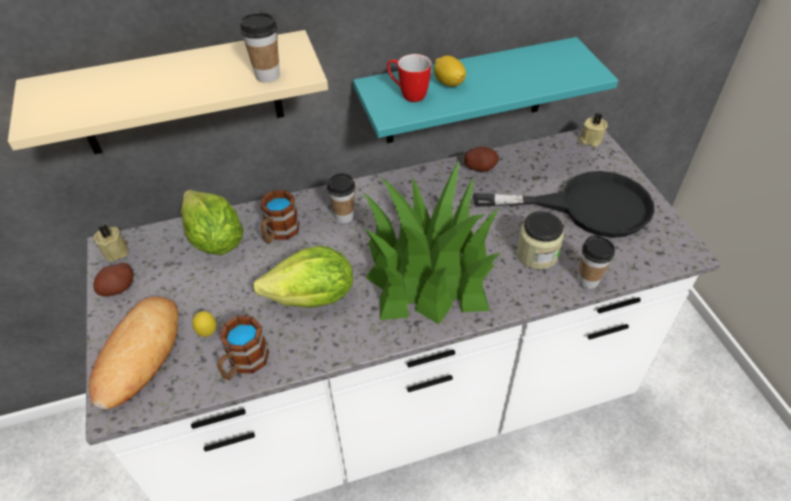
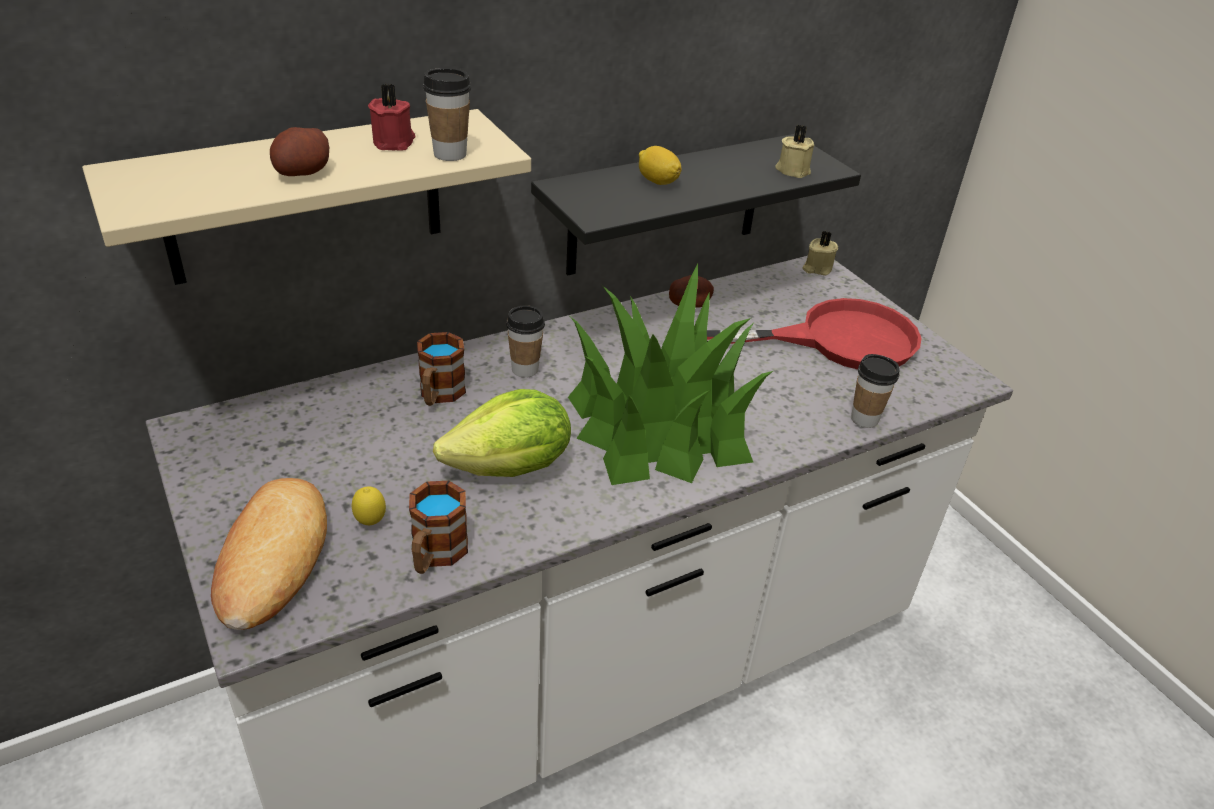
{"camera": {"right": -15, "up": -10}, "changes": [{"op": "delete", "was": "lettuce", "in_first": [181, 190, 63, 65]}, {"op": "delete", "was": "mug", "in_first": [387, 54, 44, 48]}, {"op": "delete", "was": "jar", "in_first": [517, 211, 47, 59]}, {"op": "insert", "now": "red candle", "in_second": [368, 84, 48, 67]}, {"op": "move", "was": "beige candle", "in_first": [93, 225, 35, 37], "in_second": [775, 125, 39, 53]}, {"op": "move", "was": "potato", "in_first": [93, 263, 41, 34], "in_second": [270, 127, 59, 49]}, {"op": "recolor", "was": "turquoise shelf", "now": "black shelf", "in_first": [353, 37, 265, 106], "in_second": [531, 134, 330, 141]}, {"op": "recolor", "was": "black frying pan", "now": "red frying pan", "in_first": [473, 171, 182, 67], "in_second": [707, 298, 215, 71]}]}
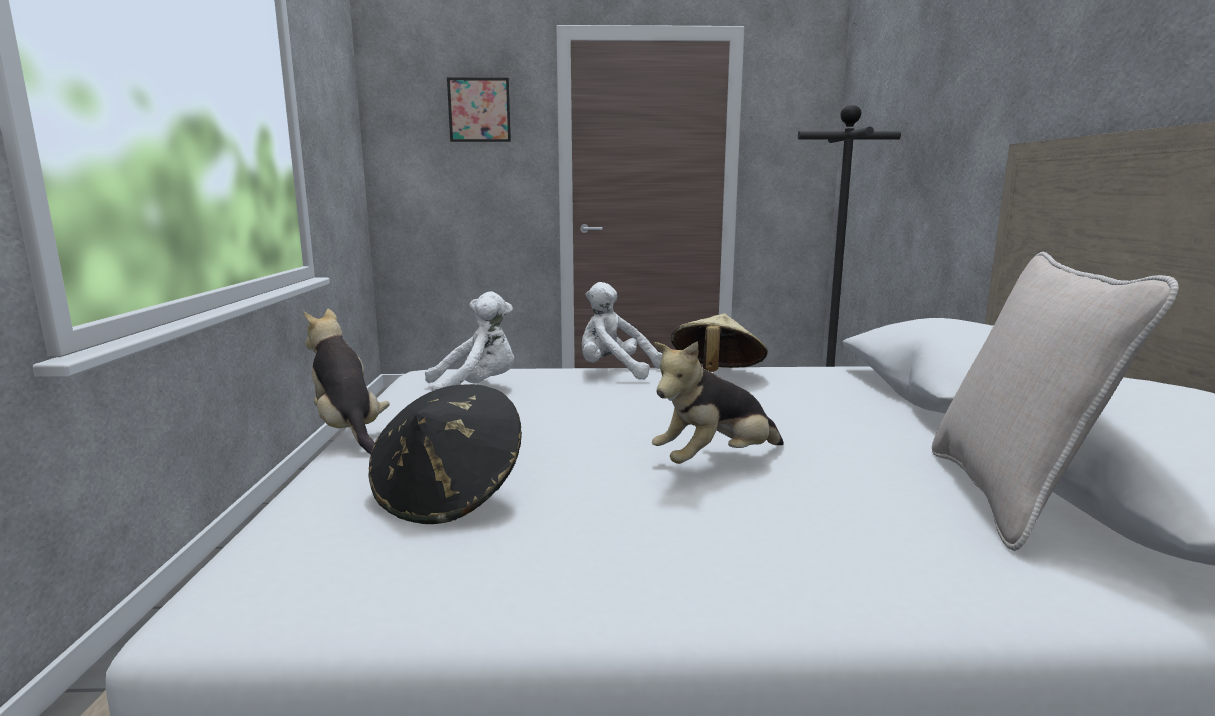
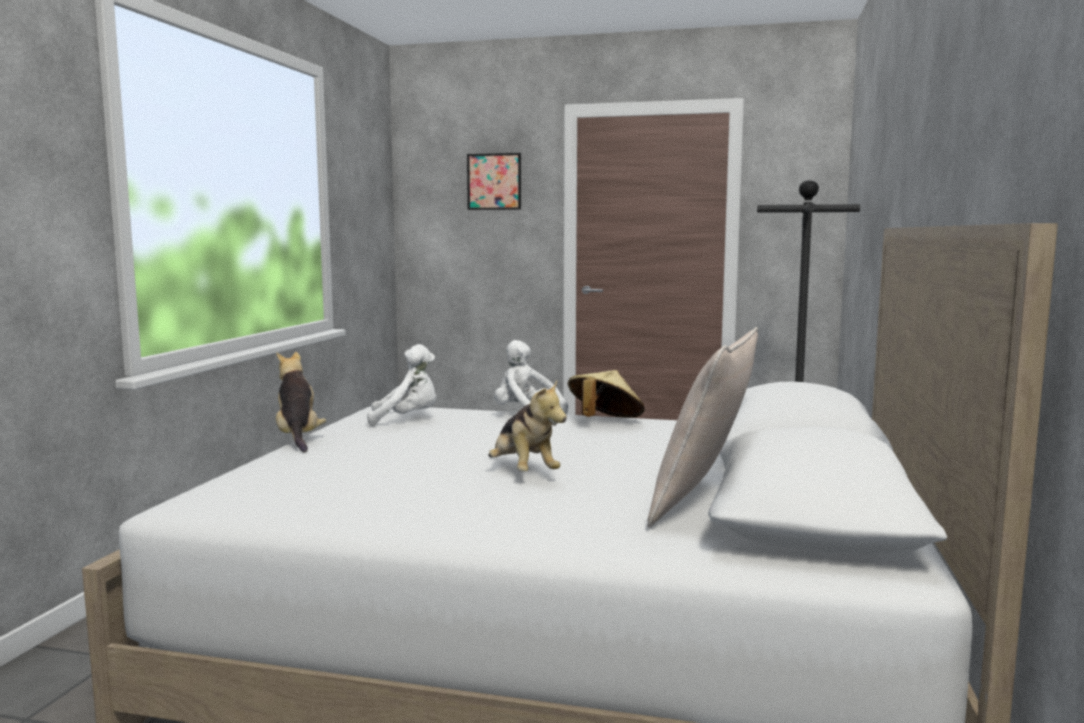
{"camera": {"right": 15, "up": -5}, "changes": [{"op": "delete", "was": "black hat", "in_first": [368, 384, 154, 140]}, {"op": "rotate", "was": "plush toy", "in_first": [652, 341, 132, 123], "in_second": [489, 381, 78, 90], "clockwise": -105}]}
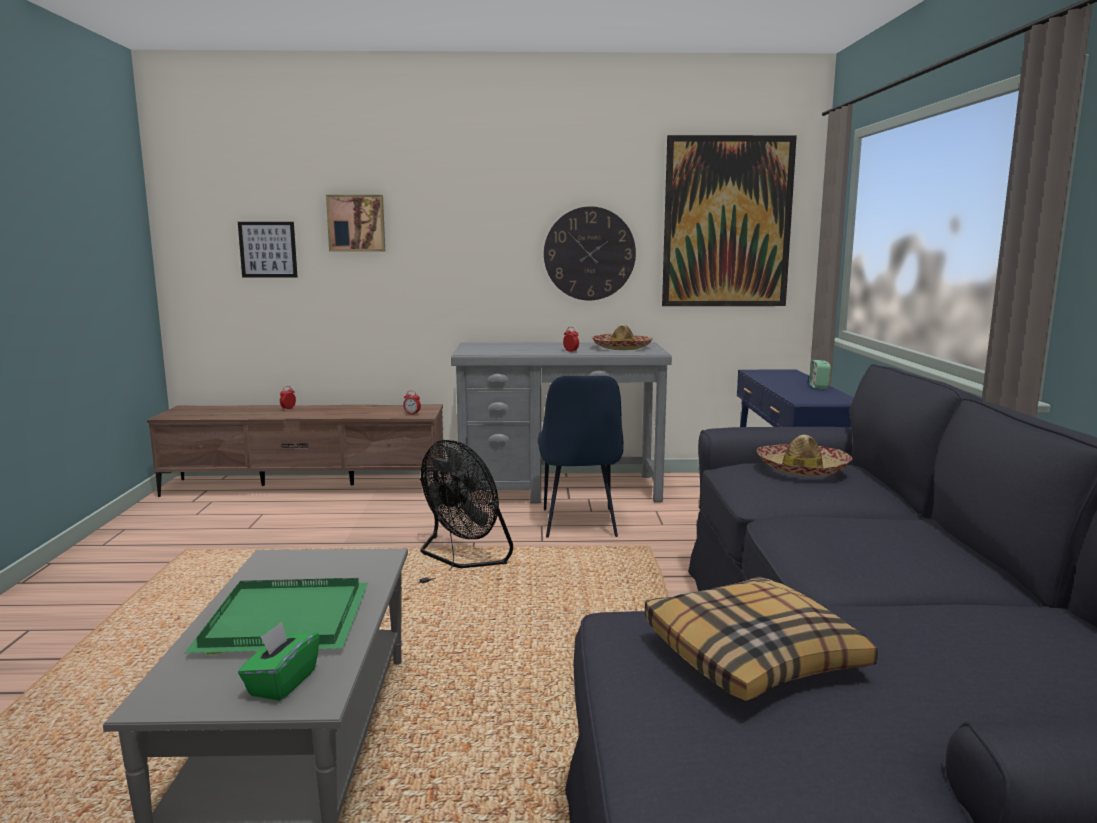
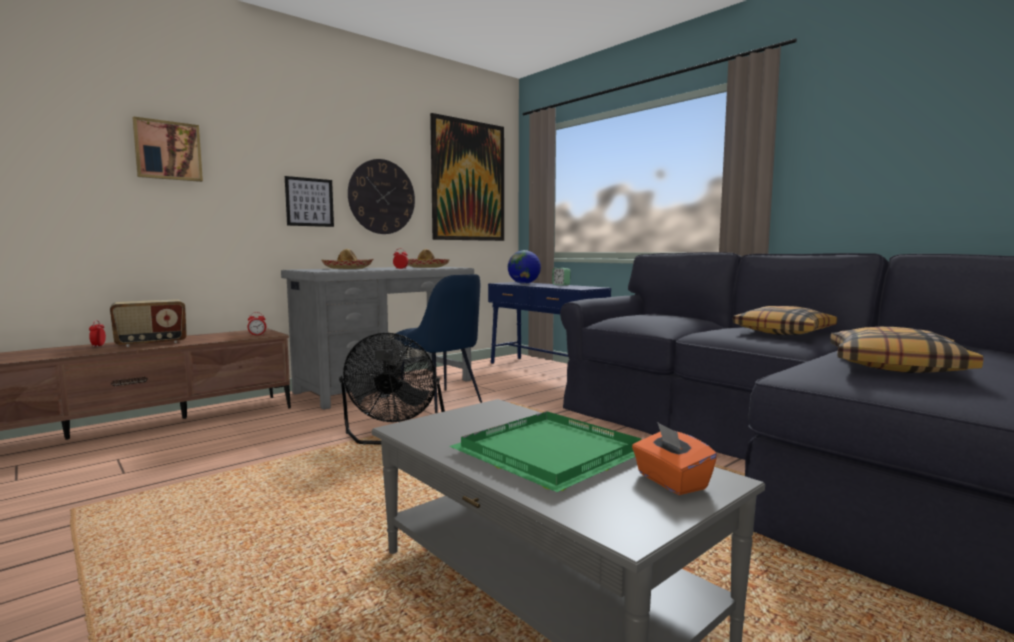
{"camera": {"right": -40, "up": -5}, "changes": [{"op": "insert", "now": "radio", "in_second": [110, 299, 77, 48]}, {"op": "insert", "now": "globe", "in_second": [508, 250, 33, 34]}, {"op": "insert", "now": "pillow", "in_second": [733, 306, 104, 29]}, {"op": "move", "was": "picture", "in_first": [238, 222, 60, 56], "in_second": [285, 176, 49, 51]}, {"op": "move", "was": "hat", "in_first": [757, 435, 96, 42], "in_second": [322, 249, 52, 20]}, {"op": "recolor", "was": "green tissue box", "now": "orange tissue box", "in_first": [238, 622, 82, 79], "in_second": [632, 422, 85, 73]}]}
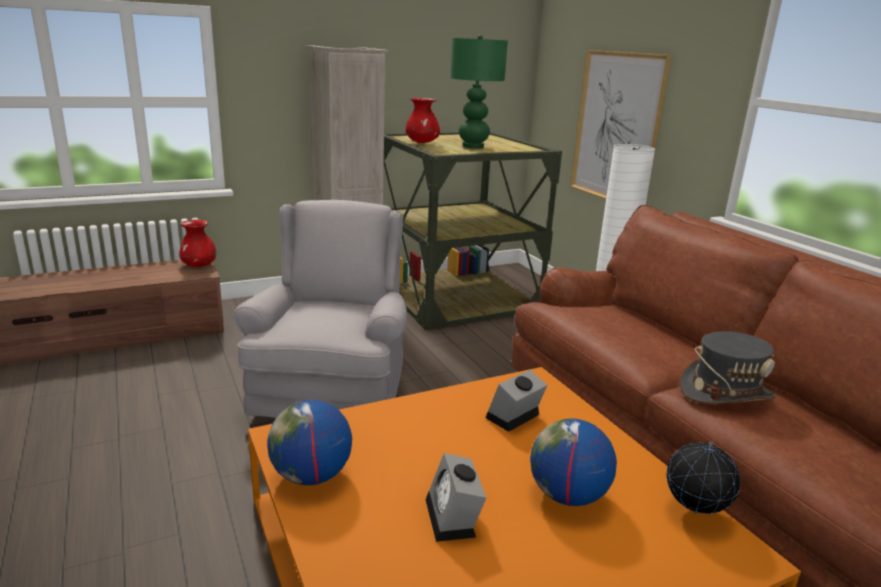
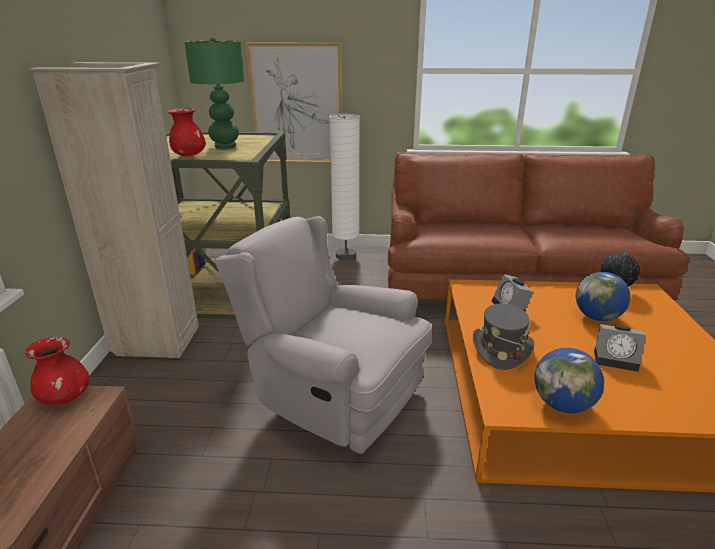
{"camera": {"right": -60, "up": 5}, "changes": [{"op": "move", "was": "grey hat", "in_first": [680, 331, 96, 73], "in_second": [473, 303, 61, 67]}]}
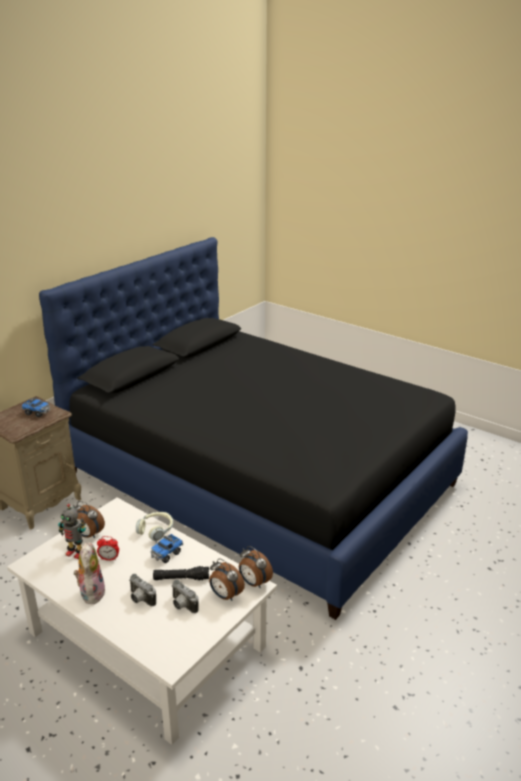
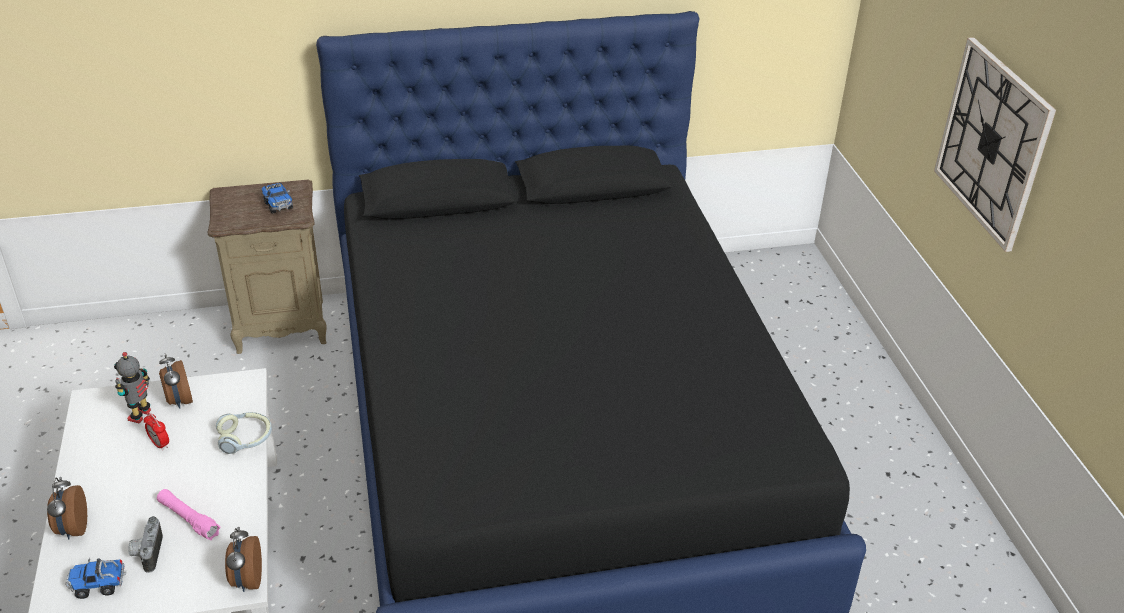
{"camera": {"right": 40, "up": 10}, "changes": [{"op": "delete", "was": "plush toy", "in_first": [74, 542, 32, 62]}, {"op": "delete", "was": "photo camera", "in_first": [129, 574, 27, 32]}, {"op": "insert", "now": "wall clock", "in_second": [934, 37, 122, 215]}, {"op": "move", "was": "toy truck", "in_first": [151, 534, 32, 29], "in_second": [66, 558, 60, 41]}, {"op": "move", "was": "alarm clock", "in_first": [209, 559, 36, 42], "in_second": [47, 477, 40, 63]}, {"op": "recolor", "was": "black flashlight", "now": "pink flashlight", "in_first": [153, 566, 56, 14], "in_second": [157, 489, 64, 51]}, {"op": "rotate", "was": "toy robot", "in_first": [58, 504, 28, 55], "in_second": [114, 352, 37, 71], "clockwise": 45}]}
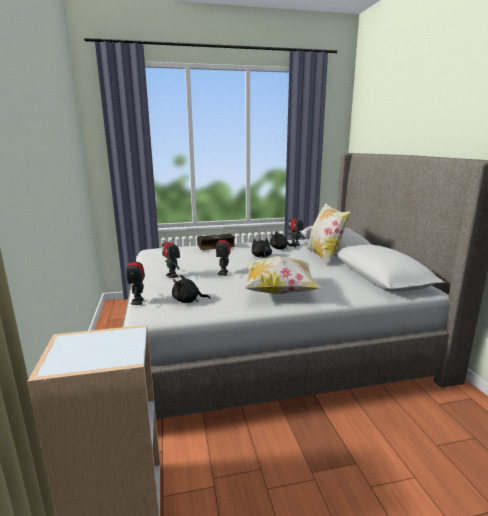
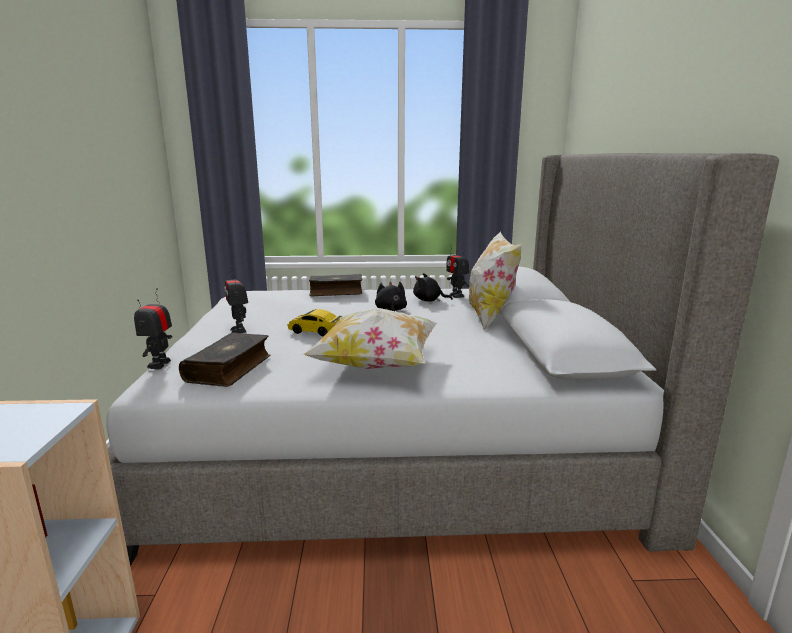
{"camera": {"right": 10, "up": 0}, "changes": [{"op": "replace", "was": "black plush toy", "now": "book", "in_first": [172, 275, 39, 28], "in_second": [179, 333, 92, 54]}, {"op": "replace", "was": "toy robot", "now": "toy car", "in_first": [216, 231, 14, 45], "in_second": [287, 309, 54, 27]}]}
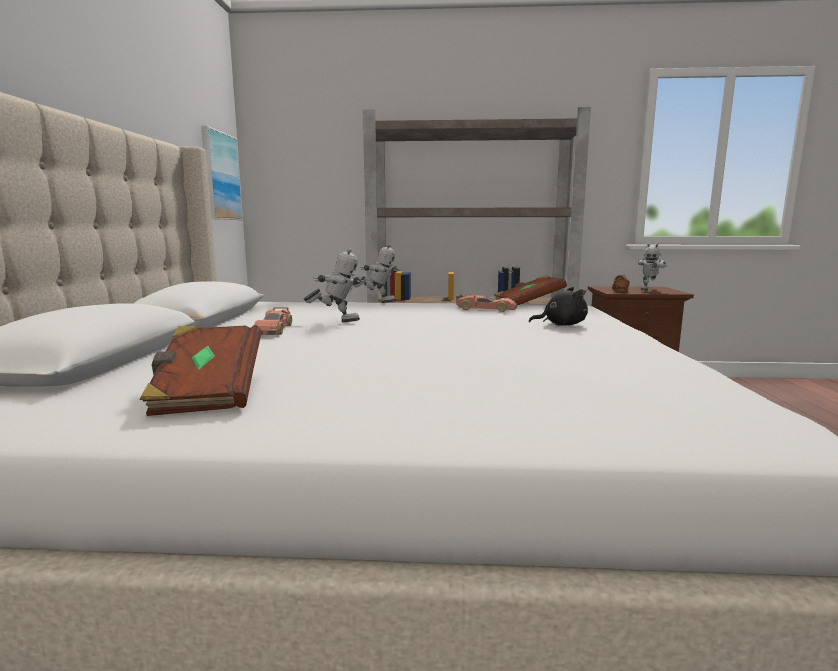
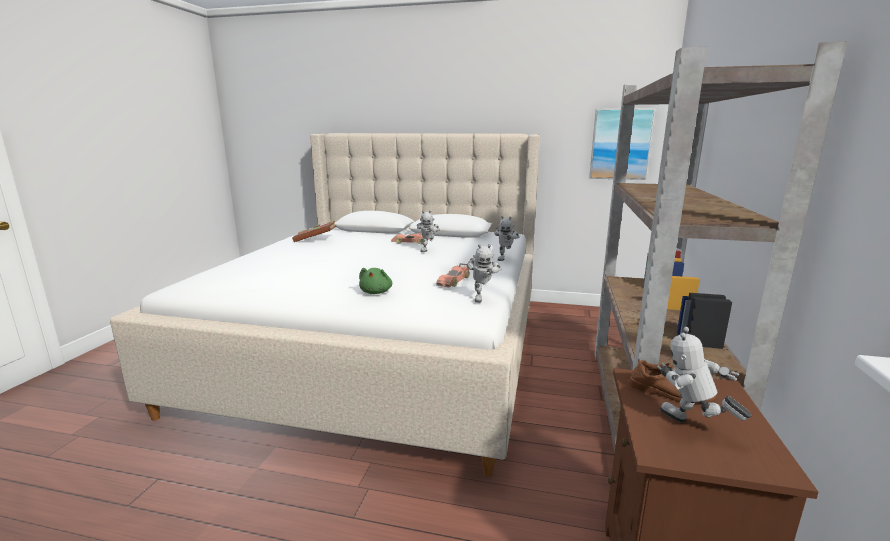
{"camera": {"right": 100, "up": 5}, "changes": [{"op": "replace", "was": "brown book", "now": "toy robot", "in_first": [494, 275, 73, 30], "in_second": [467, 244, 34, 59]}, {"op": "recolor", "was": "black plush toy", "now": "green plush toy", "in_first": [529, 287, 59, 39], "in_second": [359, 268, 33, 26]}]}
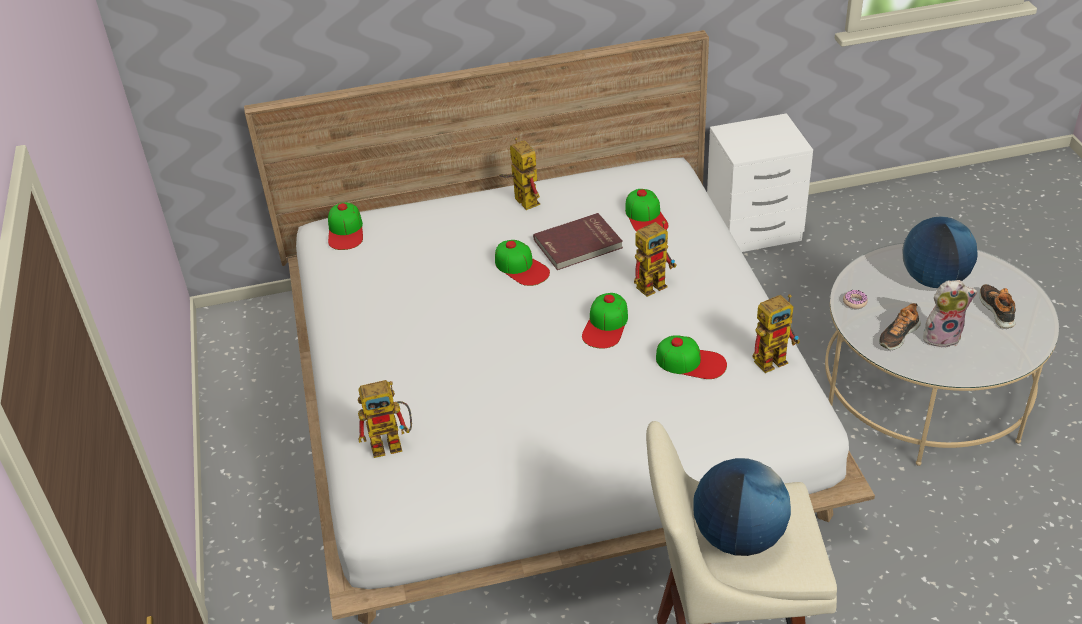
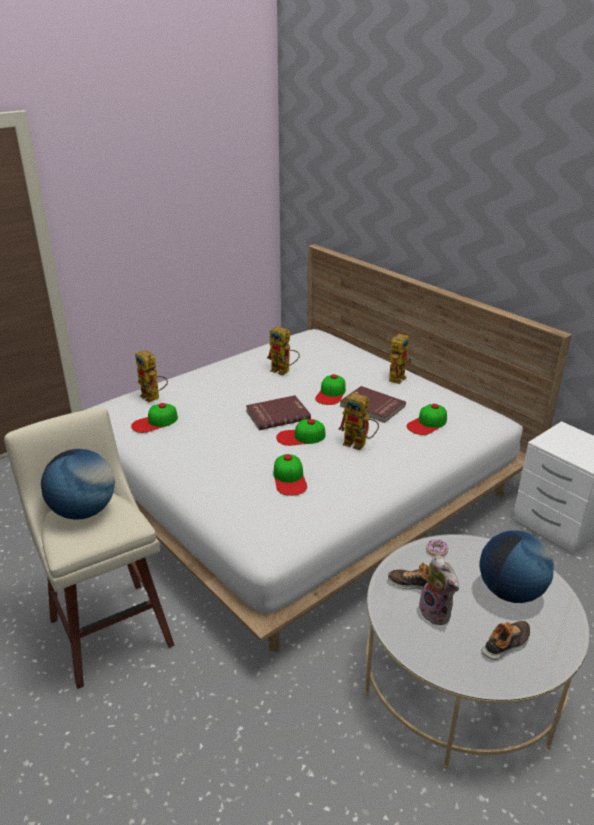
{"camera": {"right": 60, "up": -10}, "changes": [{"op": "insert", "now": "red book", "in_second": [246, 395, 65, 35]}, {"op": "move", "was": "cap", "in_first": [328, 202, 35, 48], "in_second": [131, 403, 47, 30]}, {"op": "move", "was": "toy robot", "in_first": [752, 294, 48, 79], "in_second": [267, 326, 33, 50]}]}
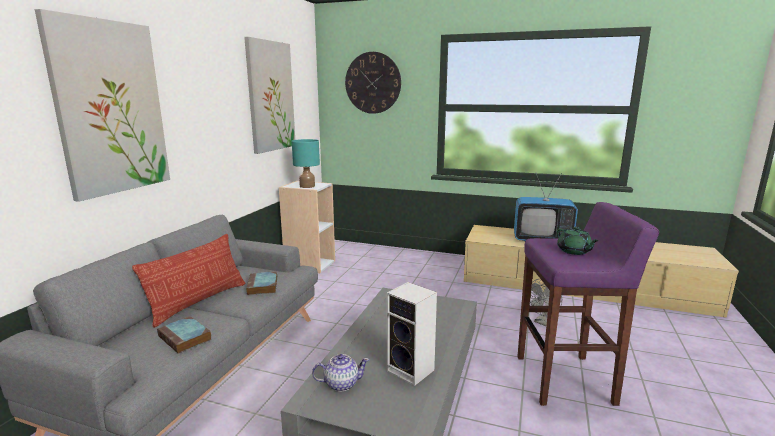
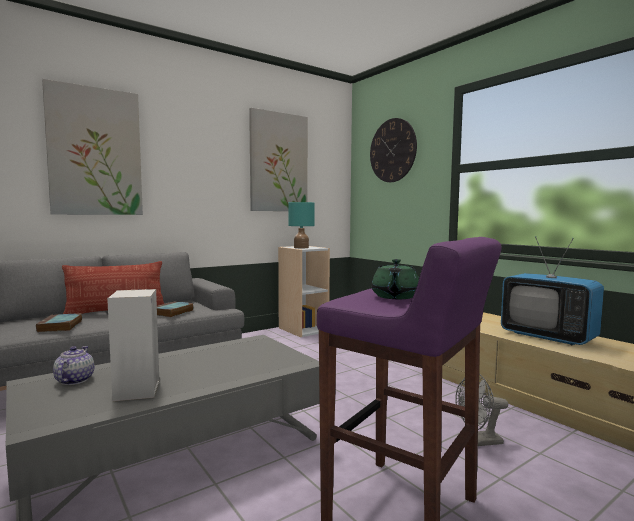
{"camera": {"right": 35, "up": -10}, "changes": [{"op": "rotate", "was": "teapot", "in_first": [312, 354, 58, 38], "in_second": [53, 346, 41, 39], "clockwise": -120}]}
